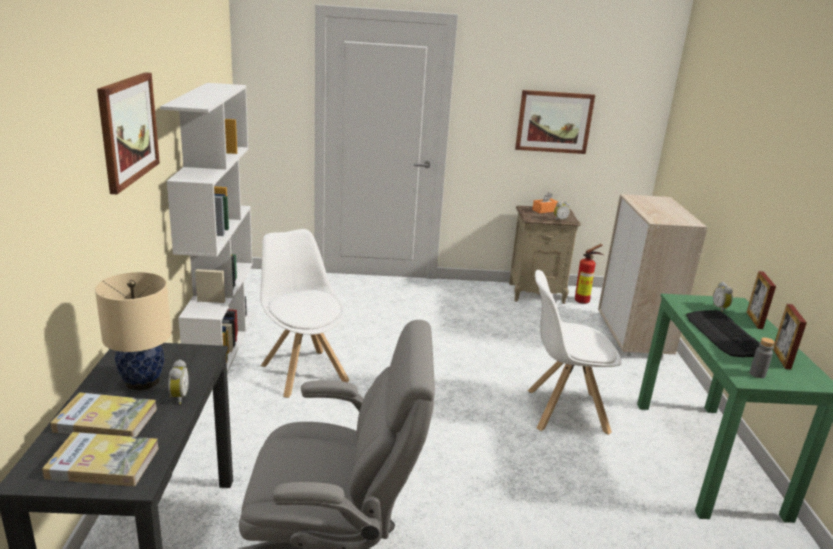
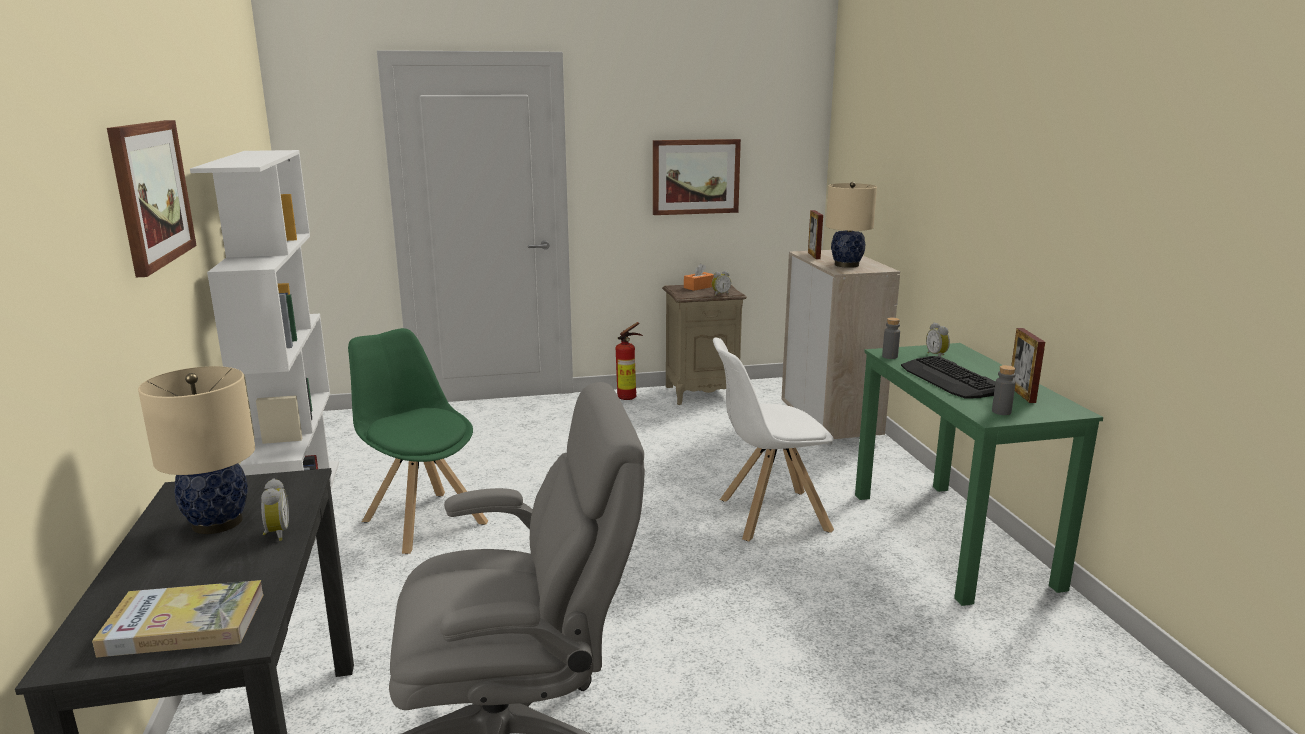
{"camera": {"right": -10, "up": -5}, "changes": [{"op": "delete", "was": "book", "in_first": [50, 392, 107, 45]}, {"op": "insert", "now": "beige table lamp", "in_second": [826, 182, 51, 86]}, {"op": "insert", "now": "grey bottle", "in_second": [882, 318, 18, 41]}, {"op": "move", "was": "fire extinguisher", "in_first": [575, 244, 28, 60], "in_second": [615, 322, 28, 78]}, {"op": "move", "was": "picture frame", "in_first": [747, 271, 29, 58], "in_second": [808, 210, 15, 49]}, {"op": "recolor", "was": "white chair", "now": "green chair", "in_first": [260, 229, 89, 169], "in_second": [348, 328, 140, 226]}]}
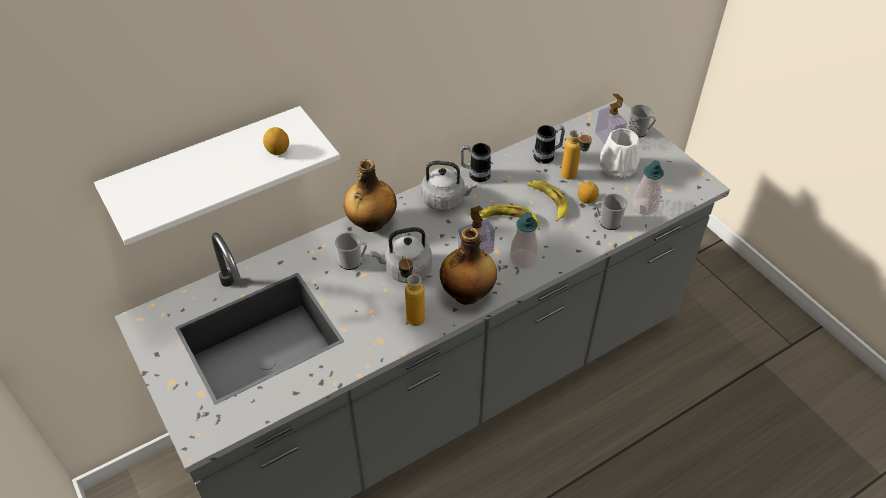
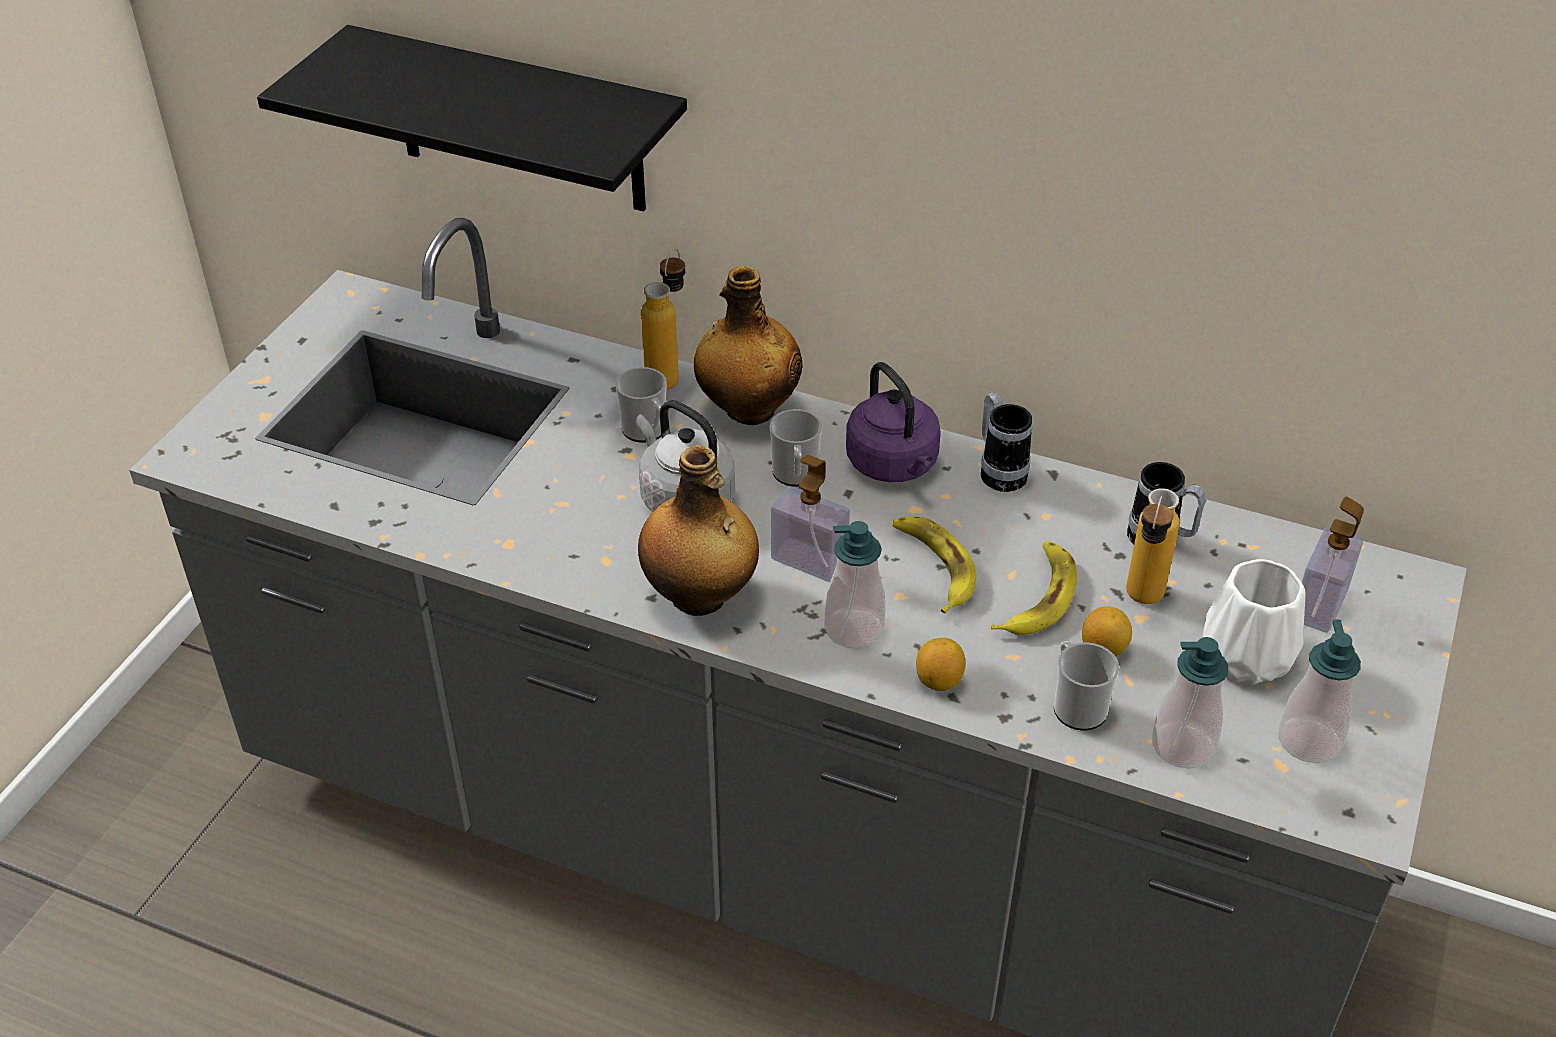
{"camera": {"right": 55, "up": -5}, "changes": [{"op": "insert", "now": "soap dispenser", "in_second": [1278, 619, 83, 144]}, {"op": "move", "was": "lemon", "in_first": [263, 127, 26, 28], "in_second": [916, 638, 49, 53]}, {"op": "move", "was": "bottle", "in_first": [399, 256, 26, 70], "in_second": [641, 249, 44, 140]}, {"op": "move", "was": "mug", "in_first": [627, 104, 29, 34], "in_second": [770, 409, 52, 78]}, {"op": "recolor", "was": "white shelf", "now": "black shelf", "in_first": [94, 106, 246, 139], "in_second": [257, 25, 430, 187]}, {"op": "recolor", "was": "grey kettle", "now": "purple kettle", "in_first": [421, 161, 56, 50], "in_second": [846, 362, 95, 120]}]}
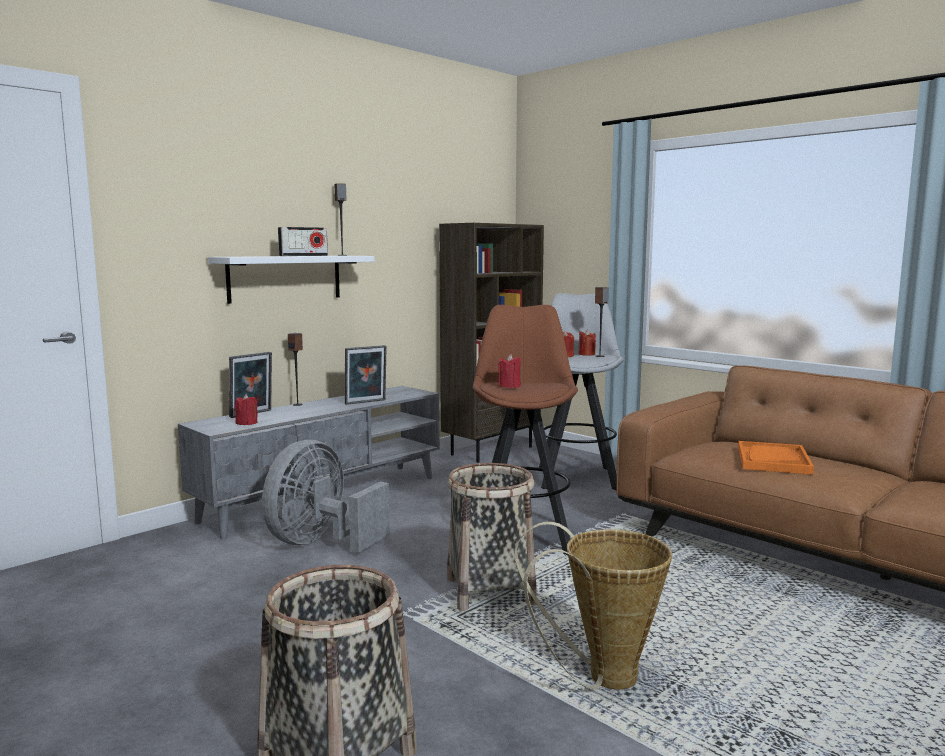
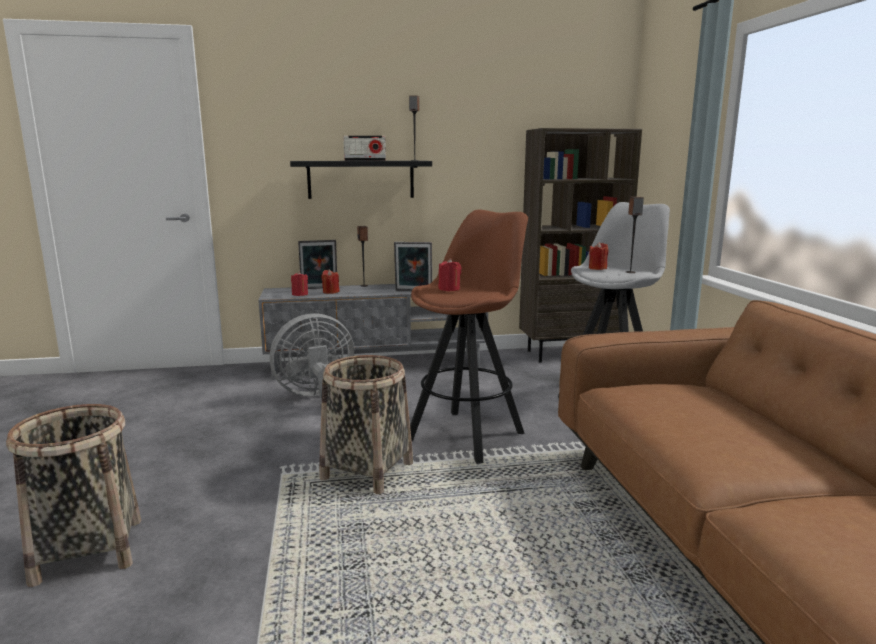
{"camera": {"right": 35, "up": 5}, "changes": [{"op": "delete", "was": "basket", "in_first": [514, 522, 158, 168]}, {"op": "delete", "was": "orange tray", "in_first": [738, 441, 76, 34]}, {"op": "move", "was": "red candle", "in_first": [578, 330, 18, 26], "in_second": [321, 270, 19, 24]}, {"op": "recolor", "was": "white shelf", "now": "black shelf", "in_first": [208, 256, 166, 48], "in_second": [290, 161, 142, 38]}]}
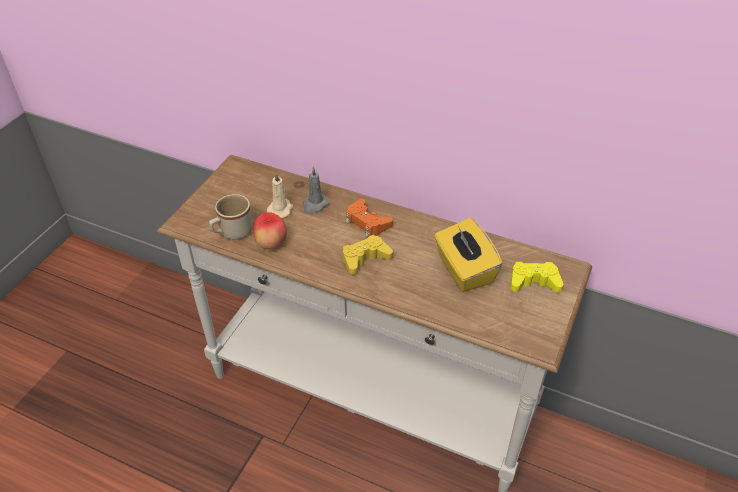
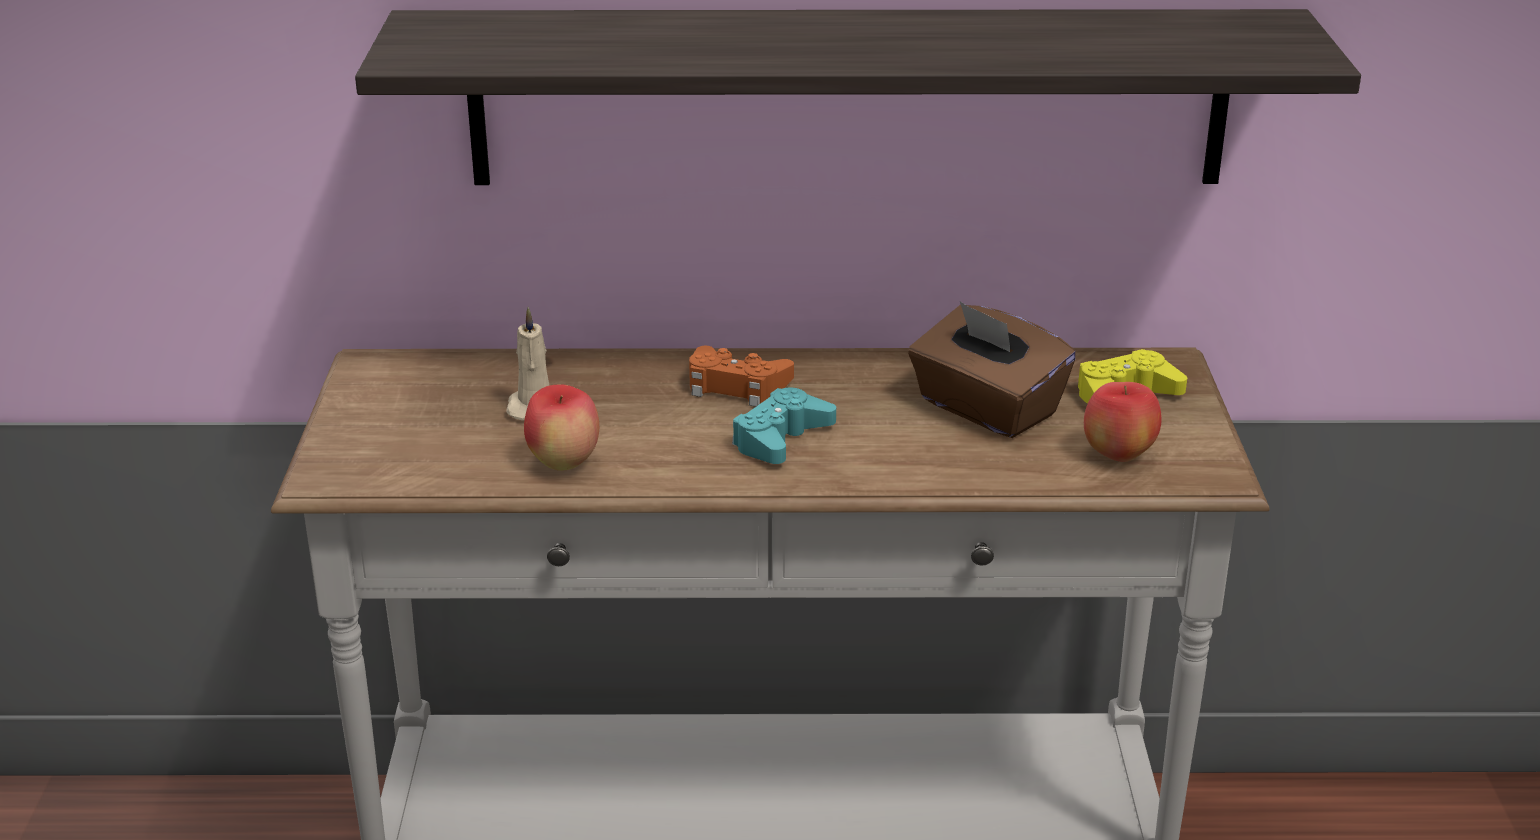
{"camera": {"right": -25, "up": -15}, "changes": [{"op": "delete", "was": "beige mug", "in_first": [209, 194, 44, 46]}, {"op": "delete", "was": "grey candle", "in_first": [303, 167, 27, 47]}, {"op": "insert", "now": "shelf", "in_second": [355, 9, 1006, 176]}, {"op": "insert", "now": "apple", "in_second": [1084, 382, 78, 80]}, {"op": "recolor", "was": "yellow game controller", "now": "turquoise game controller", "in_first": [343, 235, 50, 39], "in_second": [732, 387, 104, 77]}, {"op": "recolor", "was": "yellow tissue box", "now": "brown tissue box", "in_first": [434, 218, 69, 74], "in_second": [908, 302, 168, 136]}]}
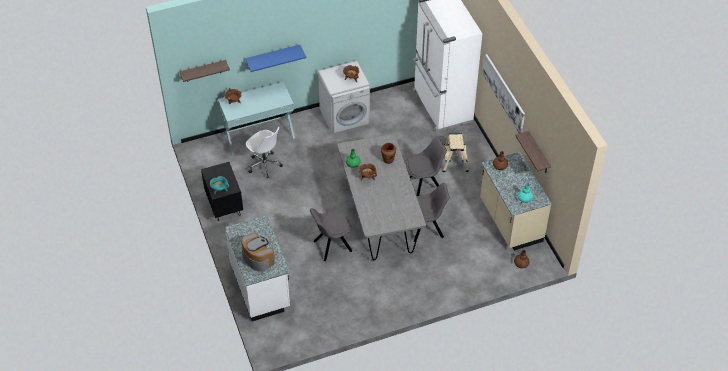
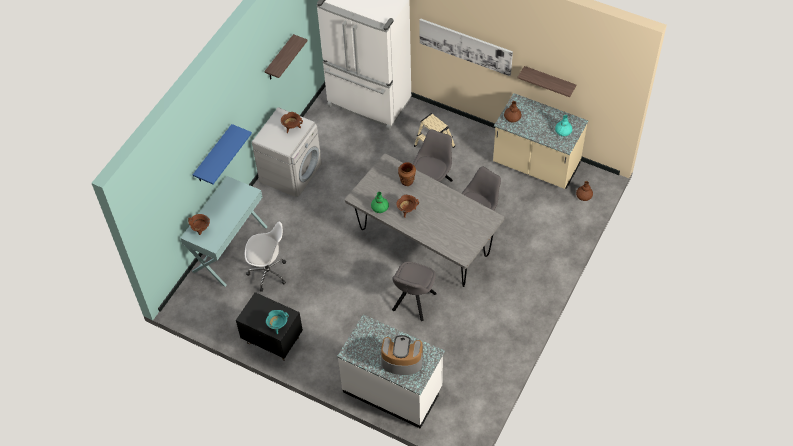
{"camera": {"right": -40, "up": 5}, "changes": [{"op": "move", "was": "shelf", "in_first": [179, 60, 51, 22], "in_second": [264, 34, 43, 45]}]}
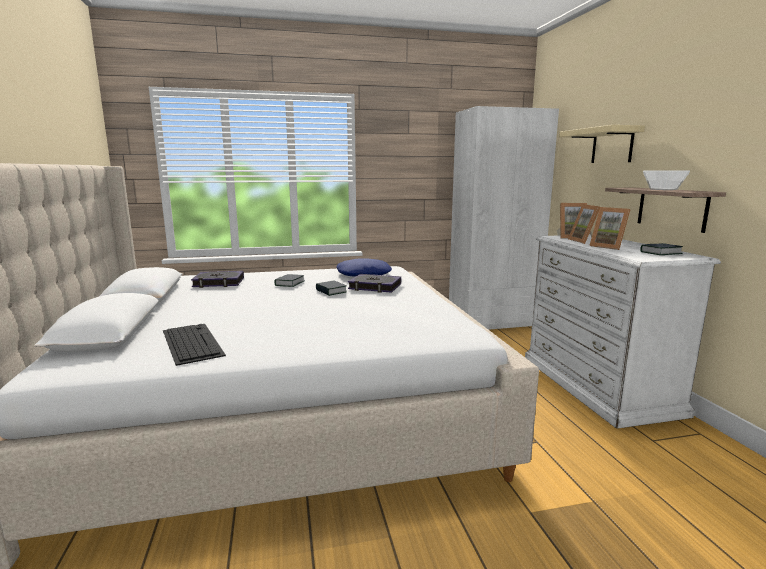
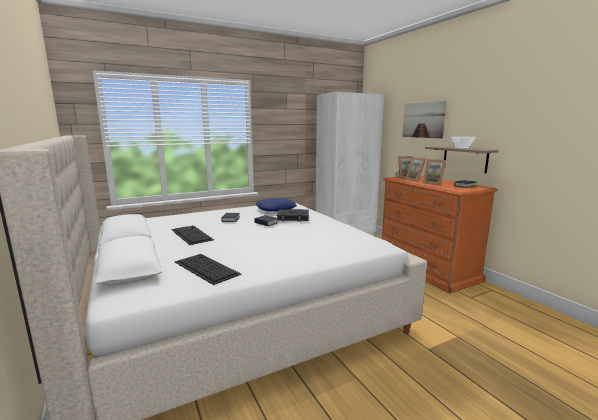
{"camera": {"right": -15, "up": 0}, "changes": [{"op": "delete", "was": "book", "in_first": [191, 271, 53, 17]}, {"op": "insert", "now": "keyboard", "in_second": [171, 226, 43, 19]}, {"op": "replace", "was": "beige shelf", "now": "picture", "in_first": [559, 125, 86, 38], "in_second": [402, 101, 45, 37]}, {"op": "recolor", "was": "white dresser", "now": "orange dresser", "in_first": [525, 234, 196, 195], "in_second": [382, 176, 116, 117]}]}
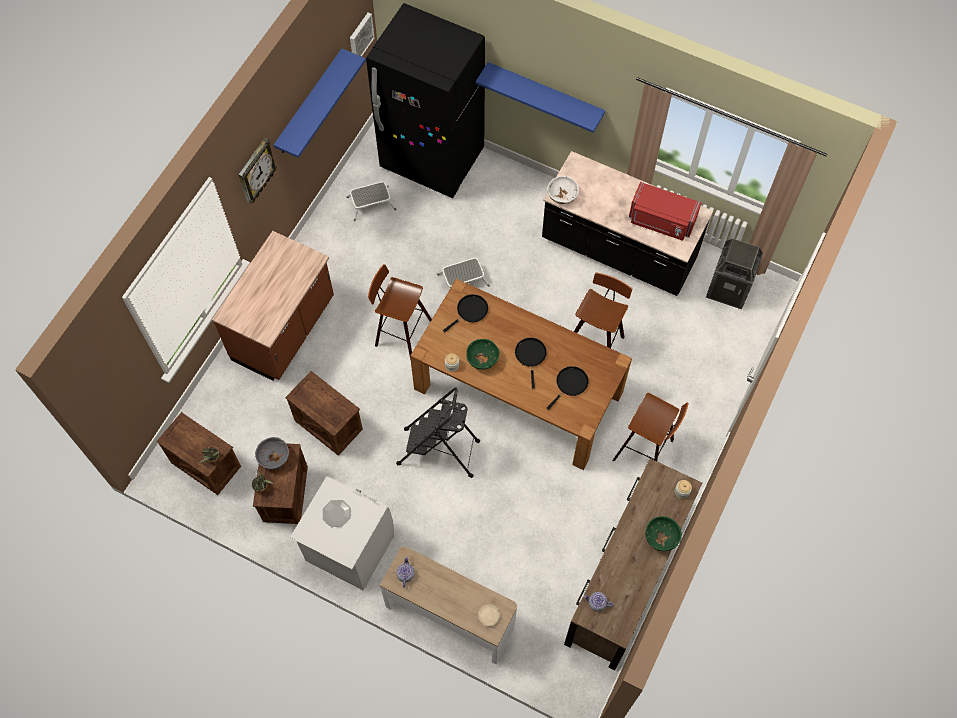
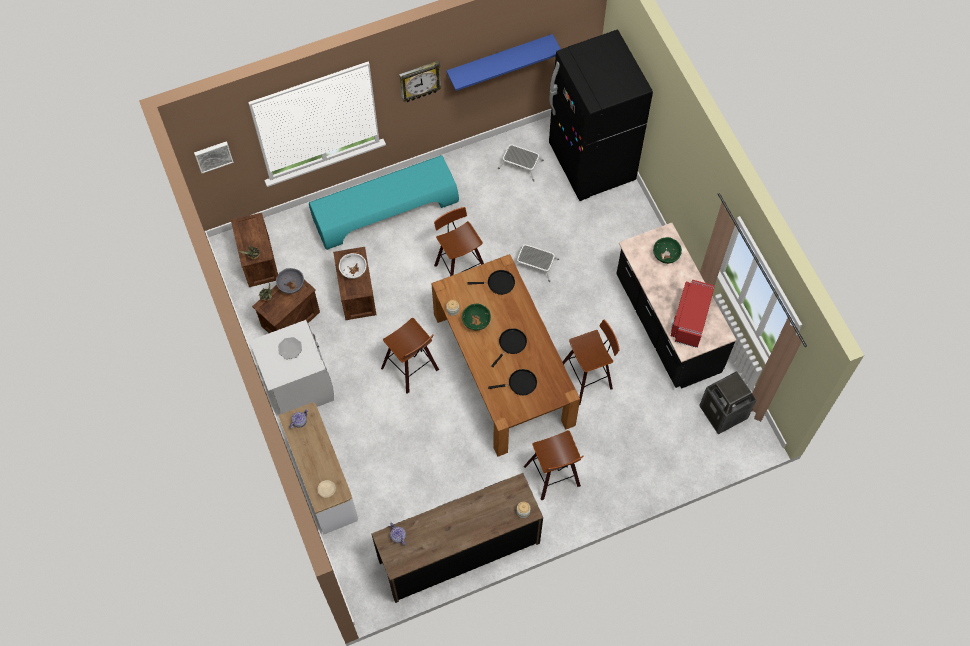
{"camera": {"right": 40, "up": 0}, "changes": [{"op": "delete", "was": "blue shelf", "in_first": [476, 62, 129, 71]}, {"op": "move", "was": "picture", "in_first": [350, 13, 25, 44], "in_second": [194, 141, 40, 32]}, {"op": "move", "was": "white bowl", "in_first": [547, 176, 32, 28], "in_second": [339, 253, 28, 26]}, {"op": "move", "was": "green bowl", "in_first": [645, 516, 37, 35], "in_second": [653, 237, 29, 27]}, {"op": "replace", "was": "brown counter", "now": "turquoise bench", "in_first": [212, 231, 122, 150], "in_second": [309, 155, 150, 95]}, {"op": "replace", "was": "step ladder", "now": "stool", "in_first": [396, 387, 84, 91], "in_second": [381, 318, 58, 76]}, {"op": "rotate", "was": "red microwave", "in_first": [629, 182, 73, 59], "in_second": [671, 280, 44, 68], "clockwise": 45}]}
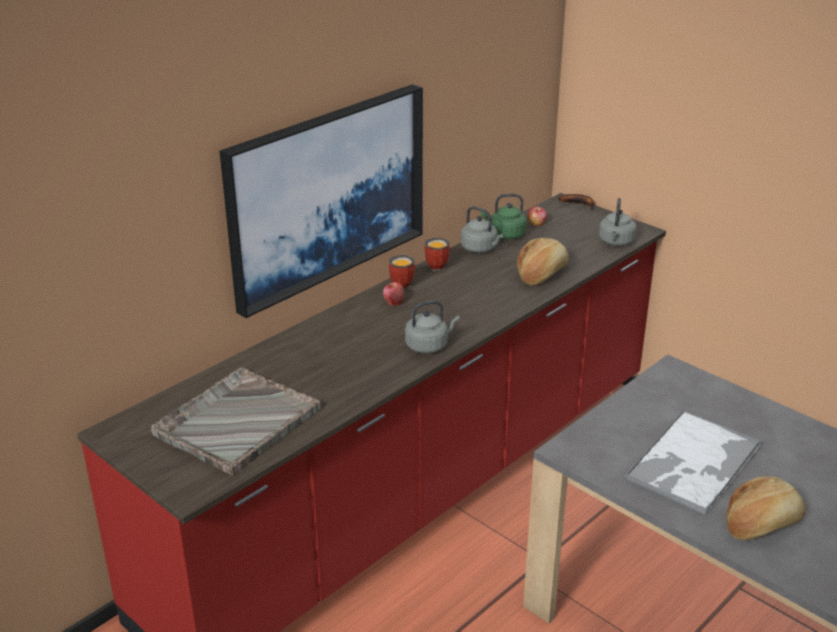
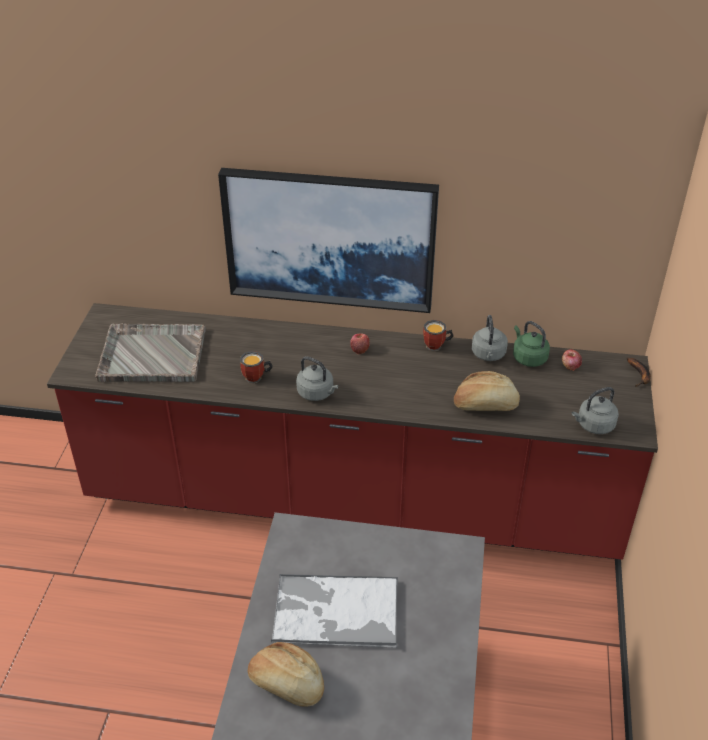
{"camera": {"right": 55, "up": 10}, "changes": [{"op": "move", "was": "mug", "in_first": [389, 255, 26, 34], "in_second": [240, 351, 33, 32]}]}
